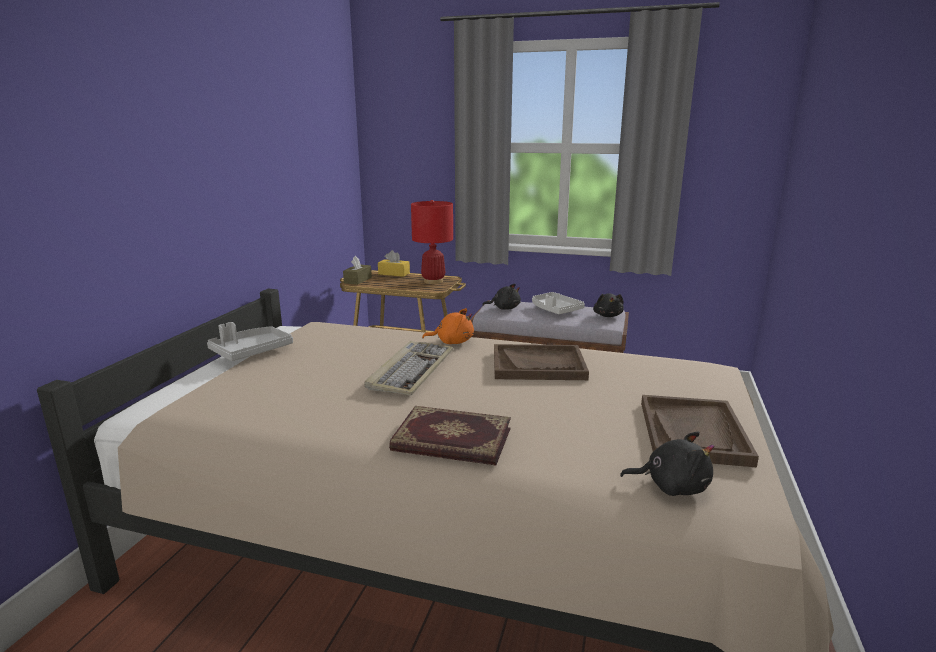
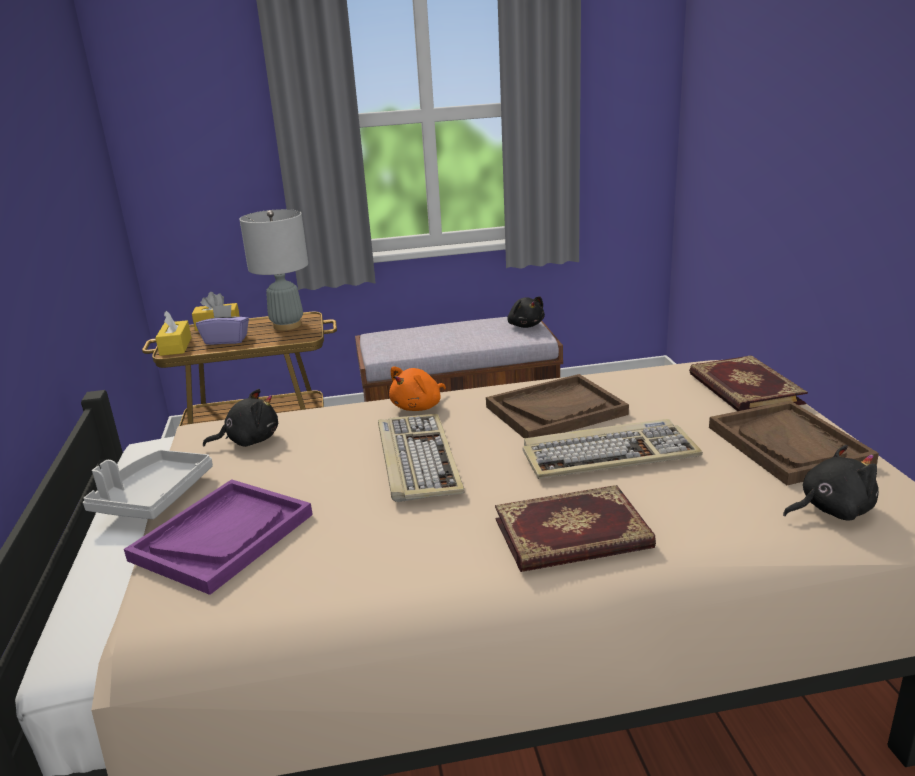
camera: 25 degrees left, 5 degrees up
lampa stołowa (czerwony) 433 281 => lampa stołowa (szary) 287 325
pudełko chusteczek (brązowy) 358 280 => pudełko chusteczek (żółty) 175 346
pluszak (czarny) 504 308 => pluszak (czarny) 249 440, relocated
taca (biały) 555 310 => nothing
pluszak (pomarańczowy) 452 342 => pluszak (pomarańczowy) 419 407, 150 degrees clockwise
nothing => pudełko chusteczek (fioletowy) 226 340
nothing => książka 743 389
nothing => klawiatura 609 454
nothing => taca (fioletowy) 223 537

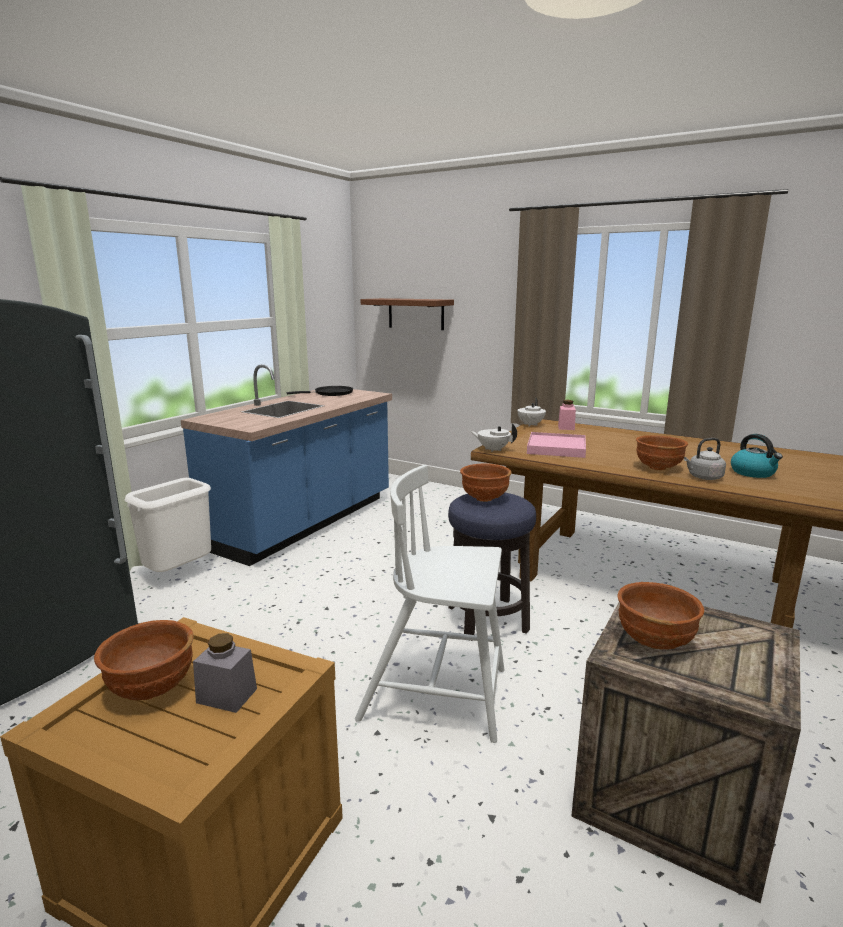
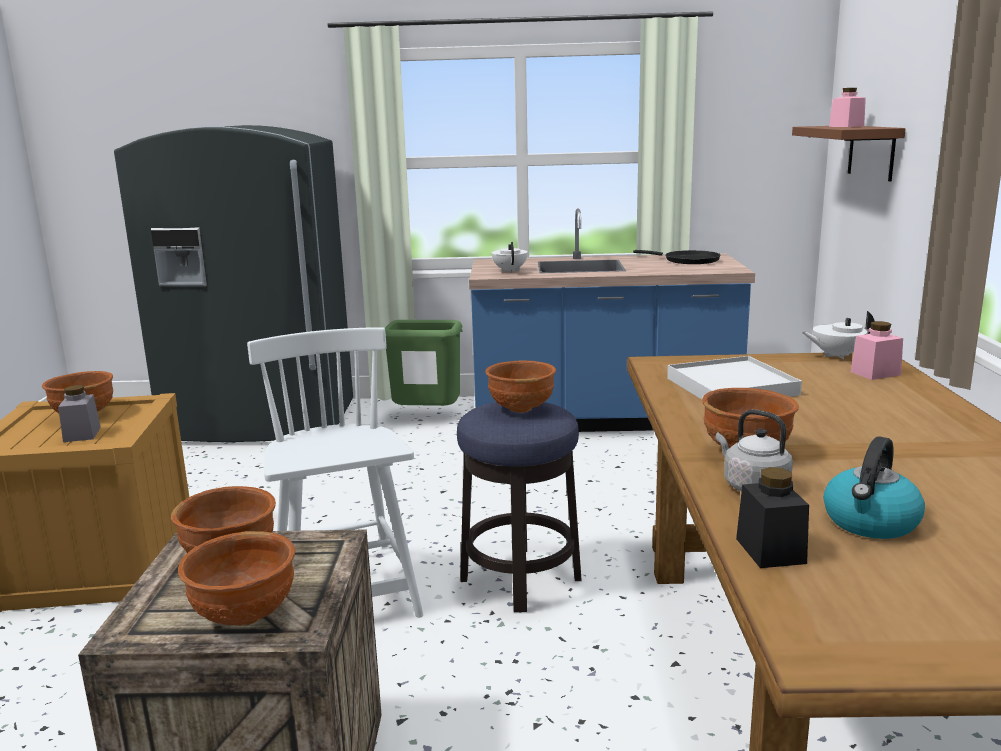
camera: 60 degrees right, 0 degrees up
imbryk (biały) 493 449 => imbryk (biały) 510 271, relocated
taca (różowy) 556 448 => taca (biały) 731 386
kosz na śmieci (biały) 179 575 => kosz na śmieci (zielony) 426 418
nothing => słoik (różowy) 846 126
nothing => słoik (czarny) 770 551
nothing => miska (brązowy) 243 616

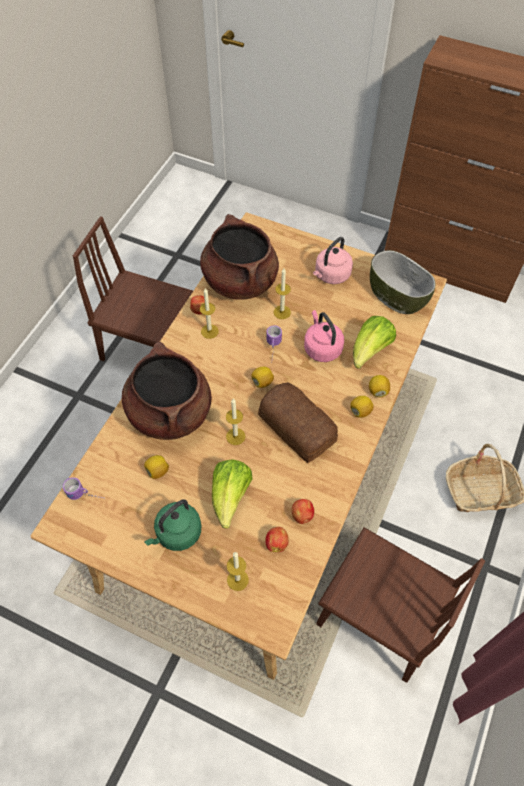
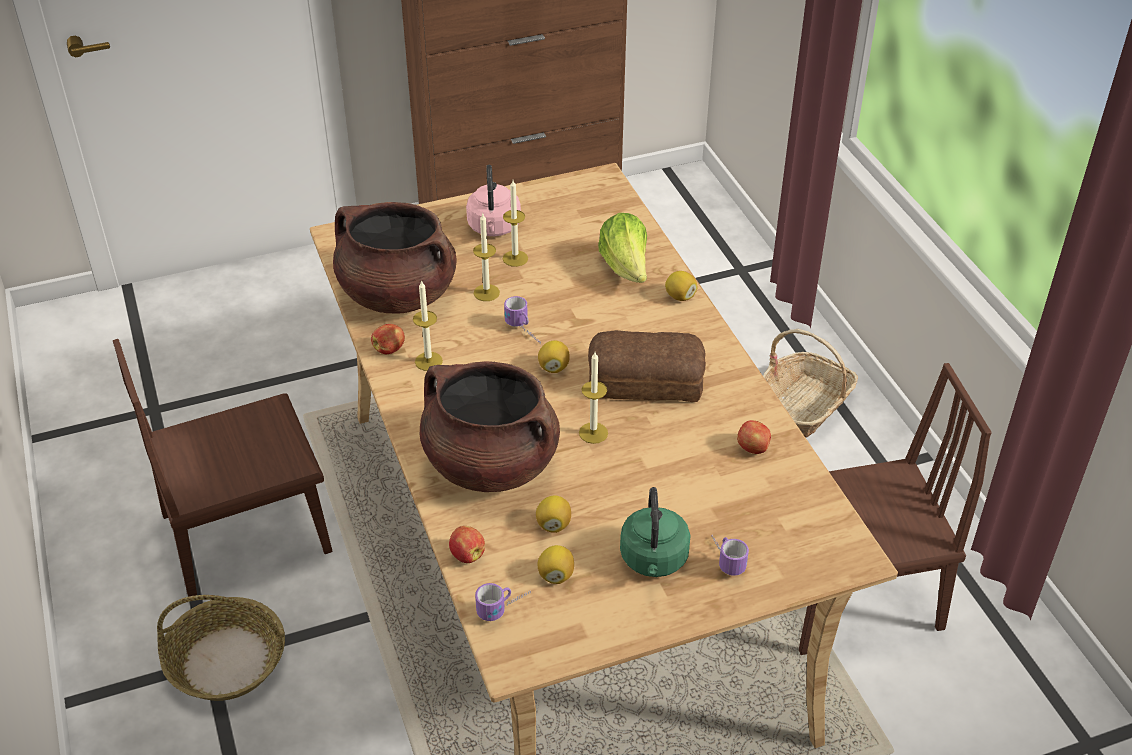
camera: 45 degrees left, 15 degrees down
miska 397 295 => nothing
czajnik (różowy) 321 347 => nothing
cytryna 360 411 => cytryna 556 575, relocated
sałata 230 497 => nothing
jabłko 276 543 => jabłko 467 554, relocated
świeca 237 580 => świeca 515 258, relocated
nothing => kubek 725 558
nothing => koszyk 227 661

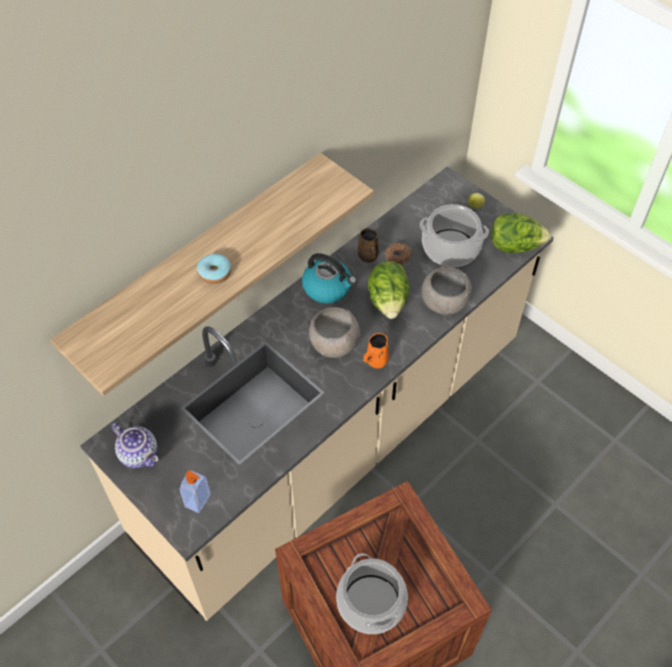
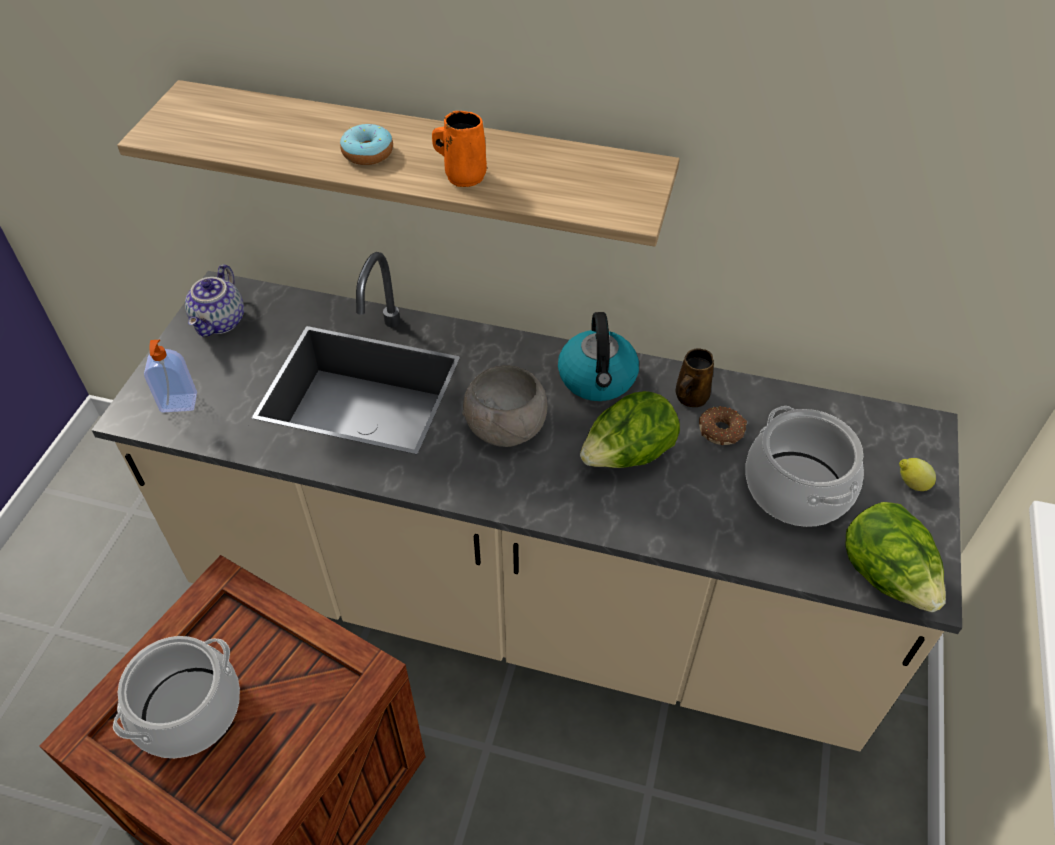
camera: 60 degrees right, 5 degrees down
miska (szary) 443 303 => nothing
kubek (pomarańczowy) 375 361 => kubek (pomarańczowy) 463 176, relocated

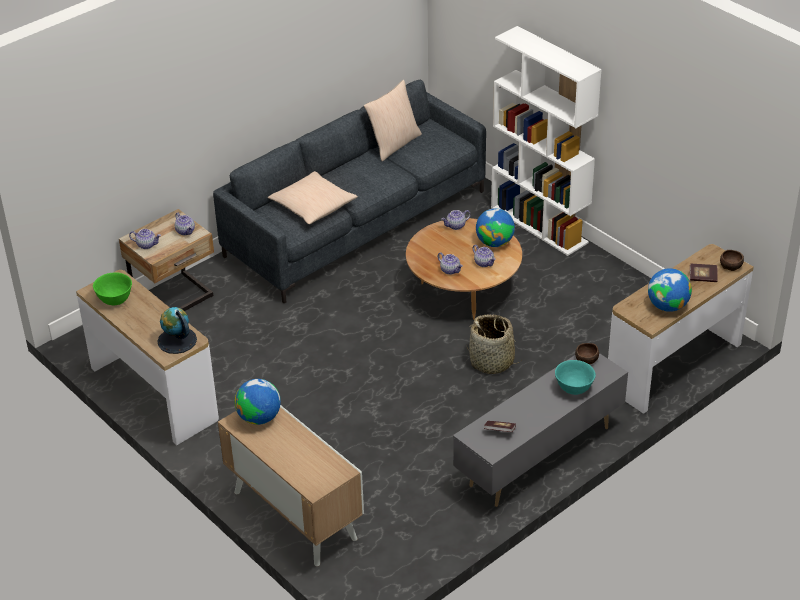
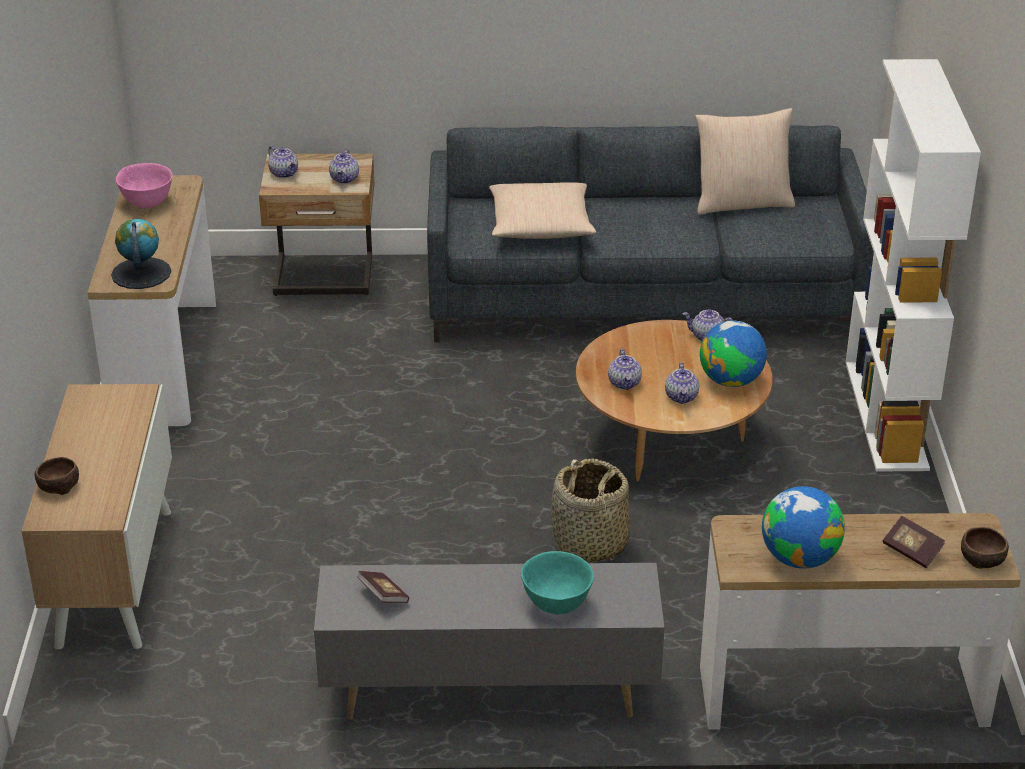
camera: 40 degrees right, 5 degrees down
miska (zielony) 114 300 => miska (różowy) 146 202
miska (brązowy) 586 360 => miska (brązowy) 58 486, relocated
globus 259 418 => nothing

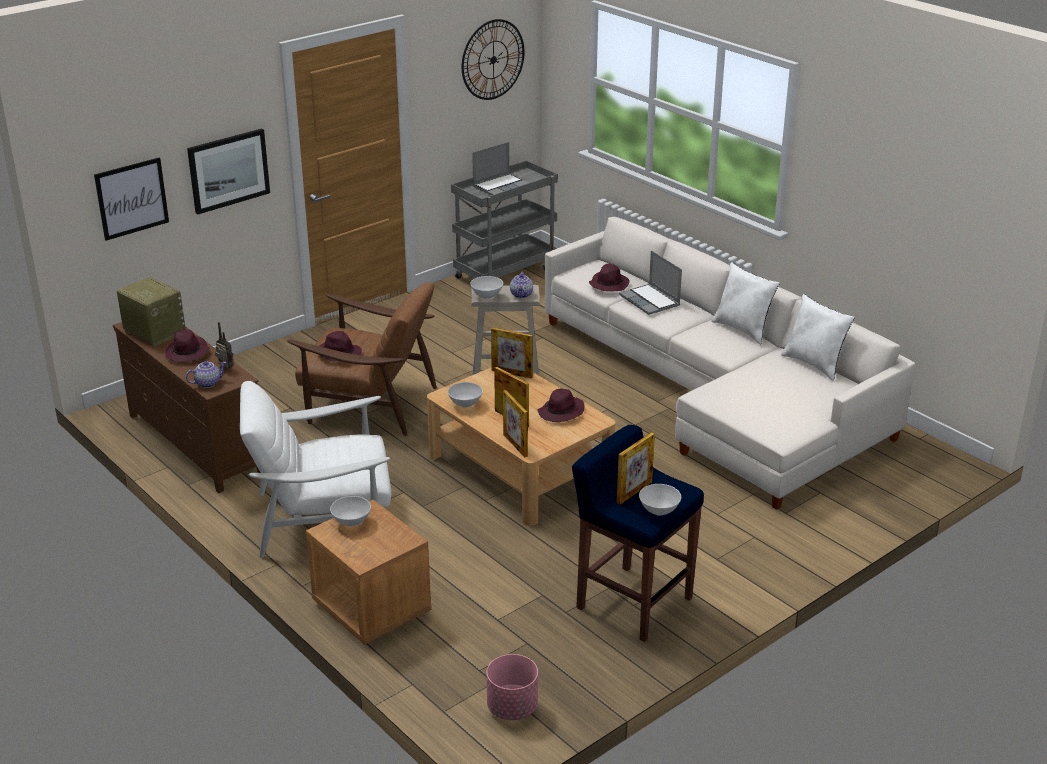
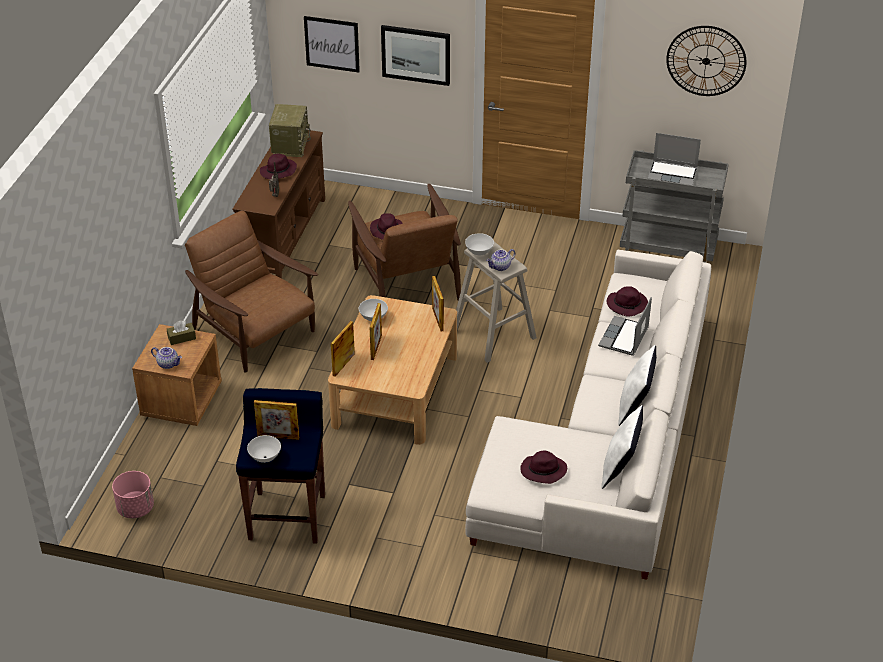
camera: 55 degrees right, 10 degrees up
imbryk 208 383 => imbryk 168 364, relocated
fotel (biały) 323 519 => fotel (brązowy) 255 333
kapelusz (fioletowy) 561 412 => kapelusz (fioletowy) 542 471, relocated
miska (biały) 351 523 => pudełko chusteczek (brązowy) 181 338

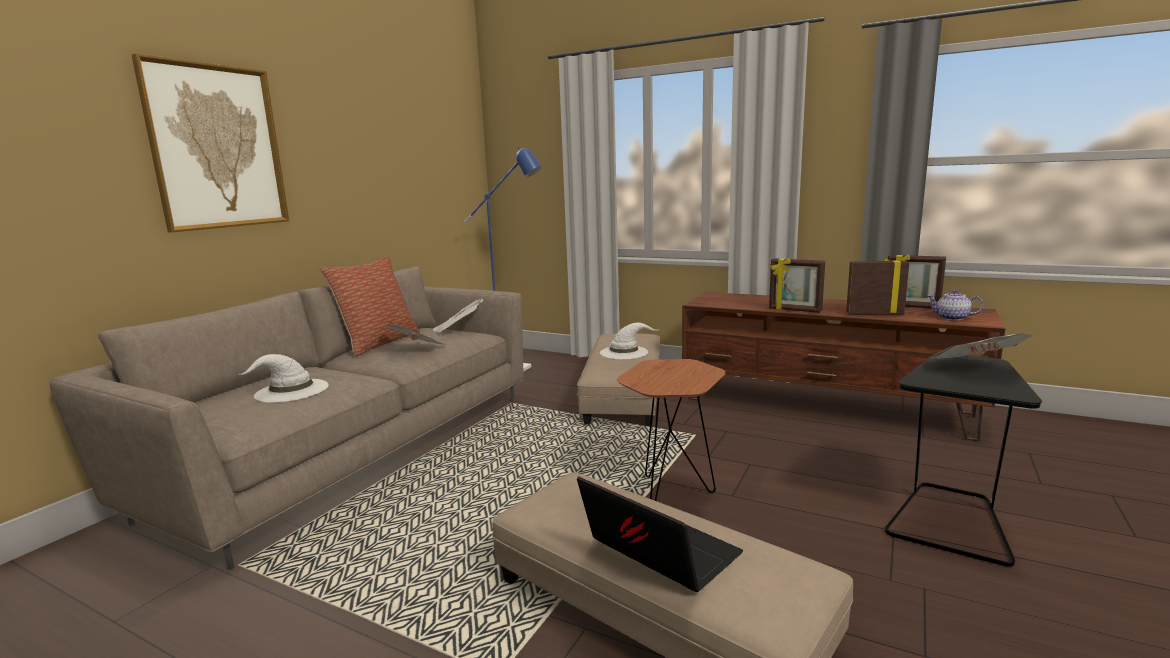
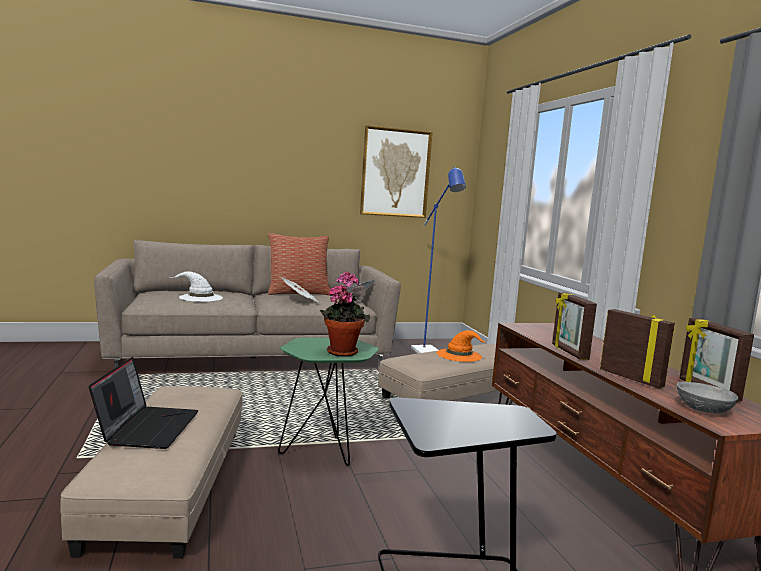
camera: 45 degrees right, 5 degrees down
obraz 217 147 => obraz 395 173, relocated
imbryk 952 318 => miska (szary) 703 409
kapelusz (biały) 624 352 => kapelusz (pomarańczowy) 459 355
gazeta 975 369 => nothing
stolik (brązowy) 671 494 => stolik (zielony) 324 452
nothing => roślina doniczkowa 342 351

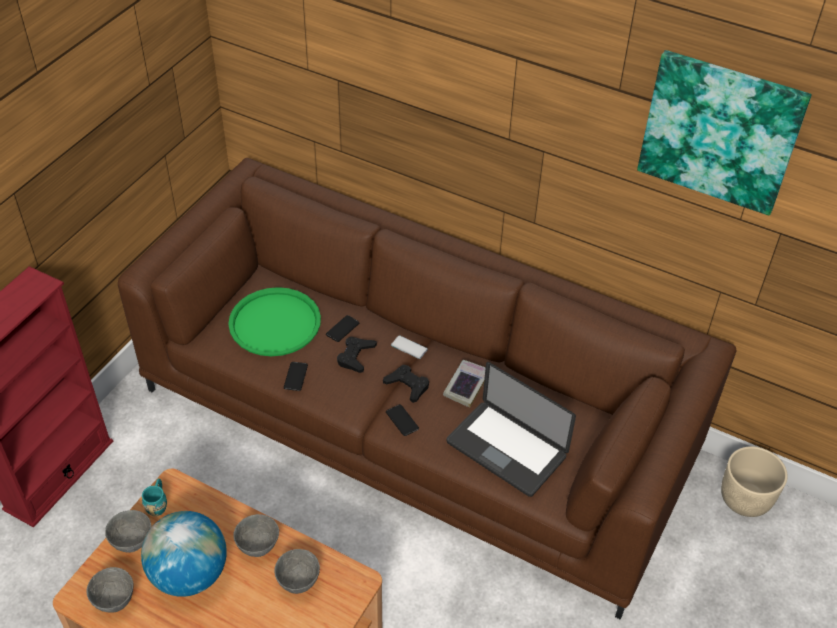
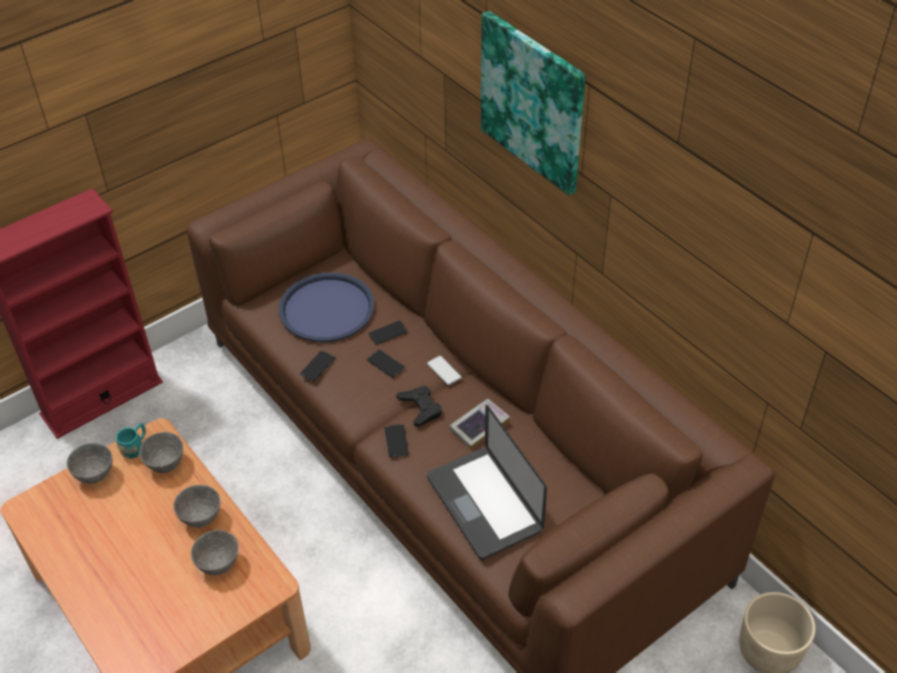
camera: 25 degrees right, 0 degrees up
obraz 720 131 => obraz 533 101, relocated
taca (zielony) 275 323 => taca (niebieski) 326 308
pad do gier (czarny) 355 356 => telefon 385 364
globus 189 574 => nothing
miska (szary) 114 602 => miska (szary) 165 465, relocated

